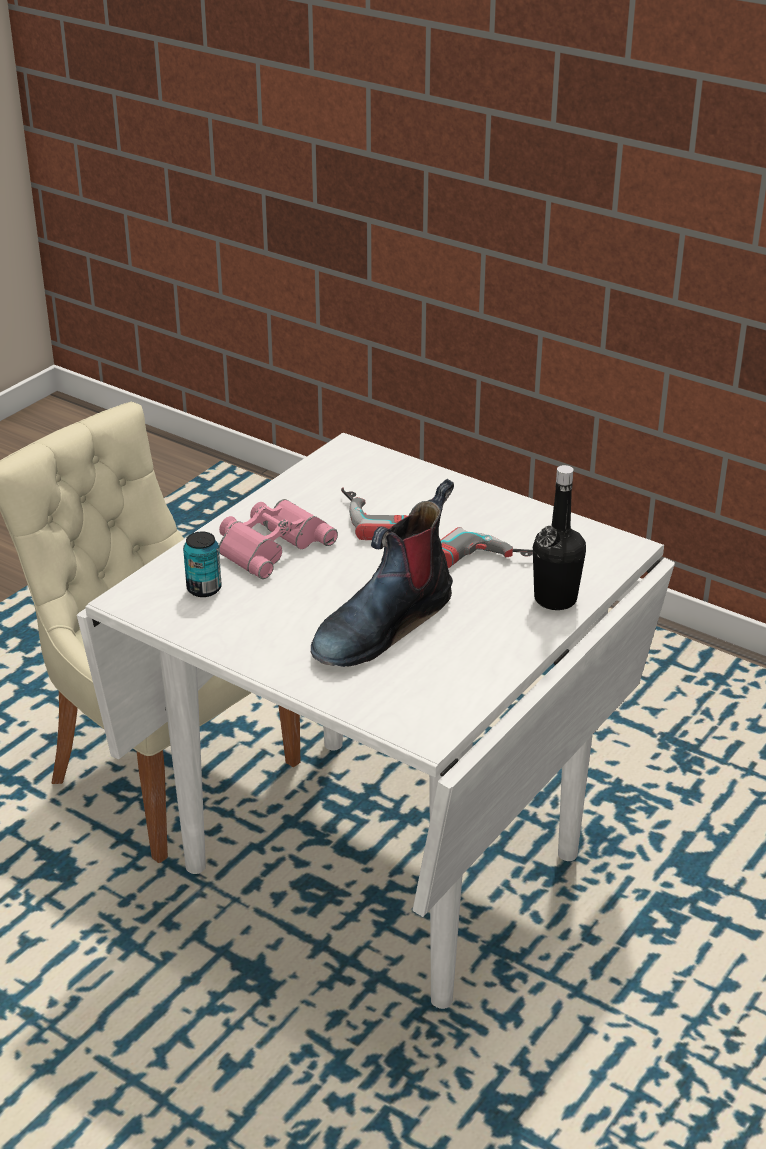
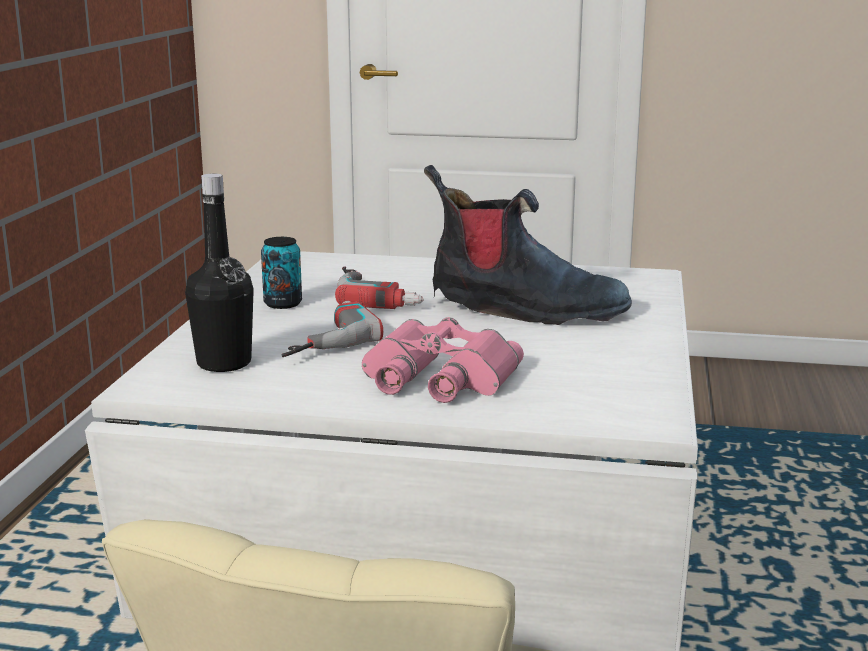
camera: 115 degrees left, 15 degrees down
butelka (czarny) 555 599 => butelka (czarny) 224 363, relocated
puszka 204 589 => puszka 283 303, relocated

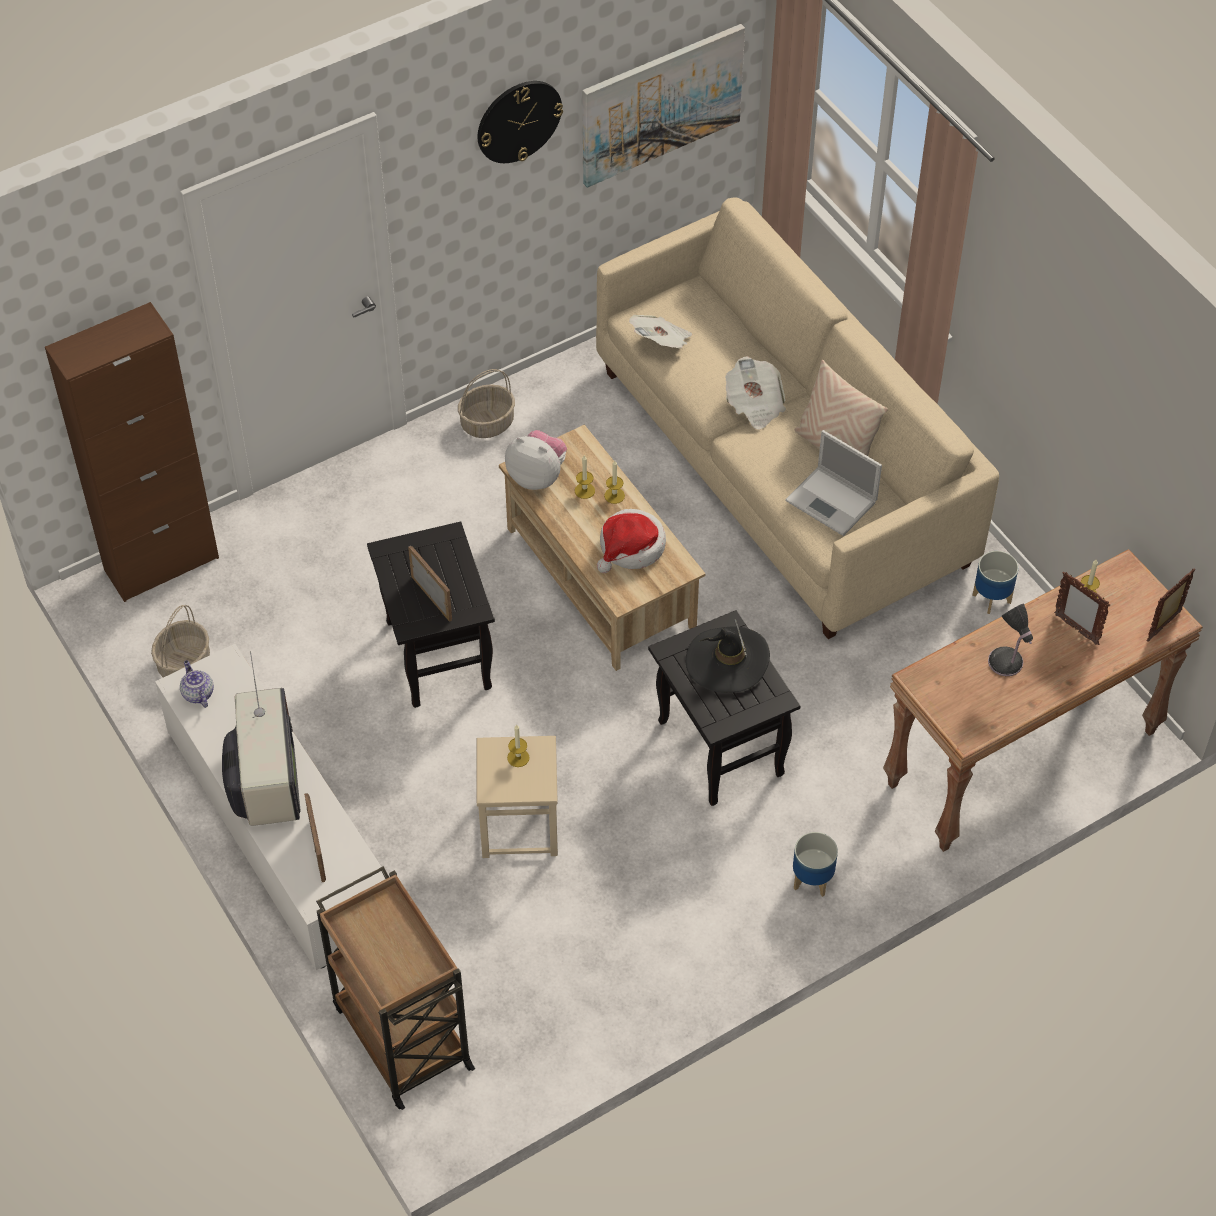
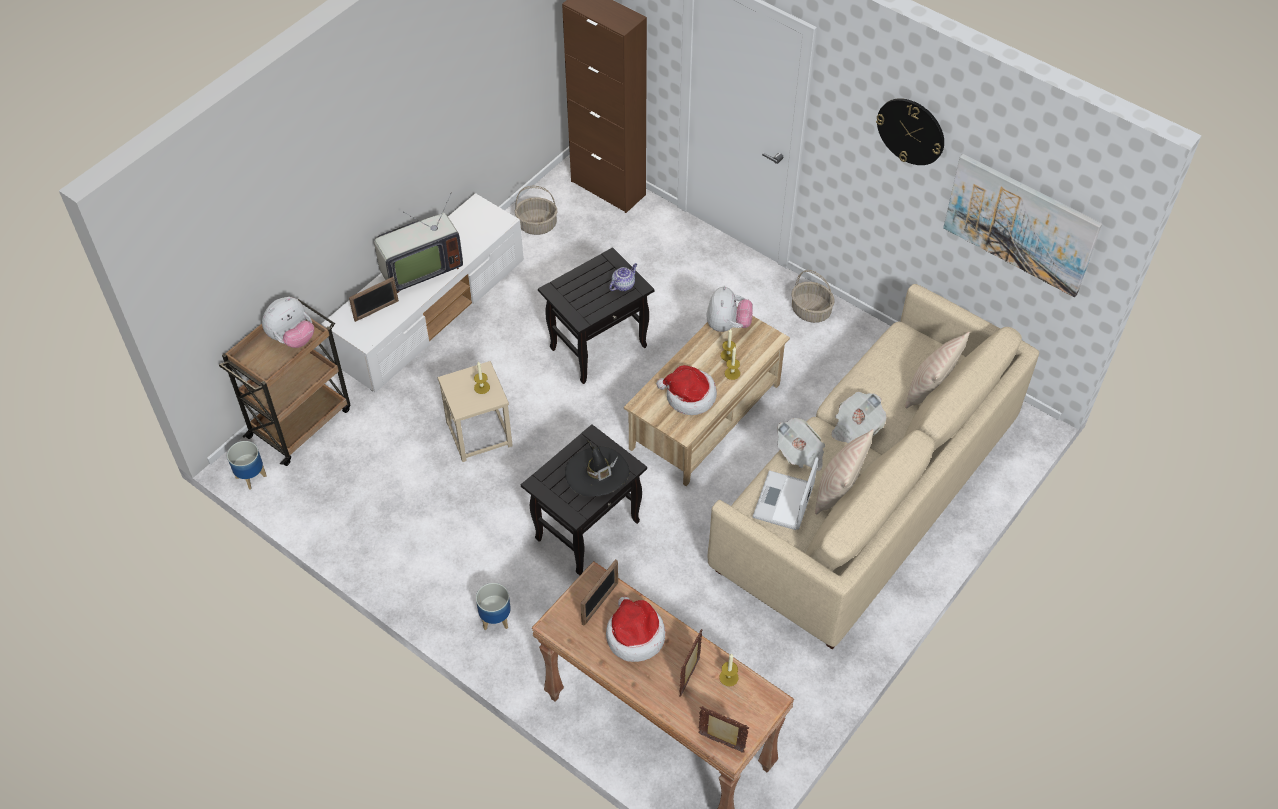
camera: 70 degrees right, 0 degrees up
gazeta 661 342 => gazeta 800 453, relocated
ramka na zdjęcie 431 598 => ramka na zdjęcie 600 603, relocated
donica 991 599 => donica 250 476, relocated
lampa stołowa 1006 664 => kapelusz 634 635
imbryk 197 693 => imbryk 623 285, relocated
nothing => pluszak 292 338
nothing => poduszka (beżowy) 929 389

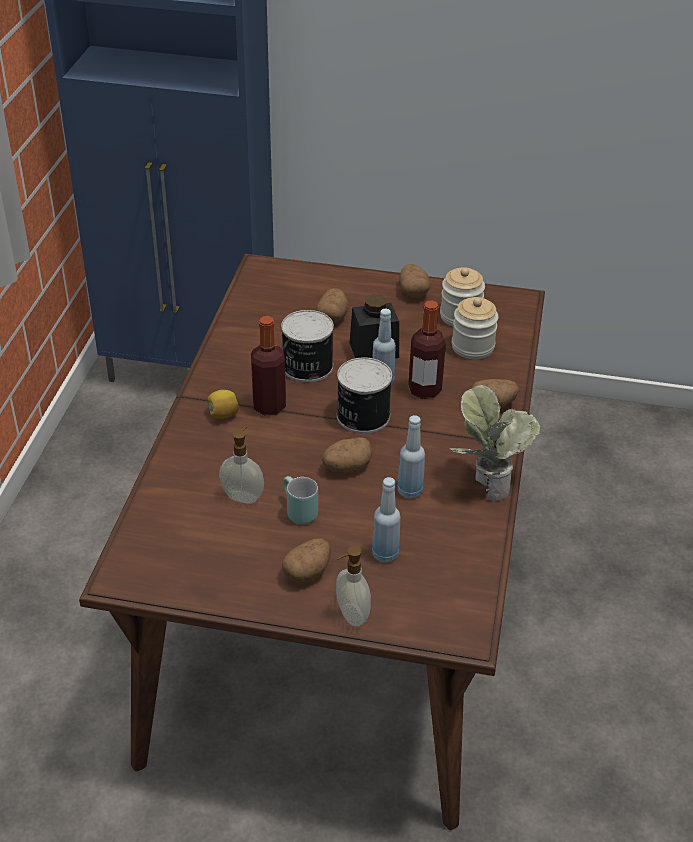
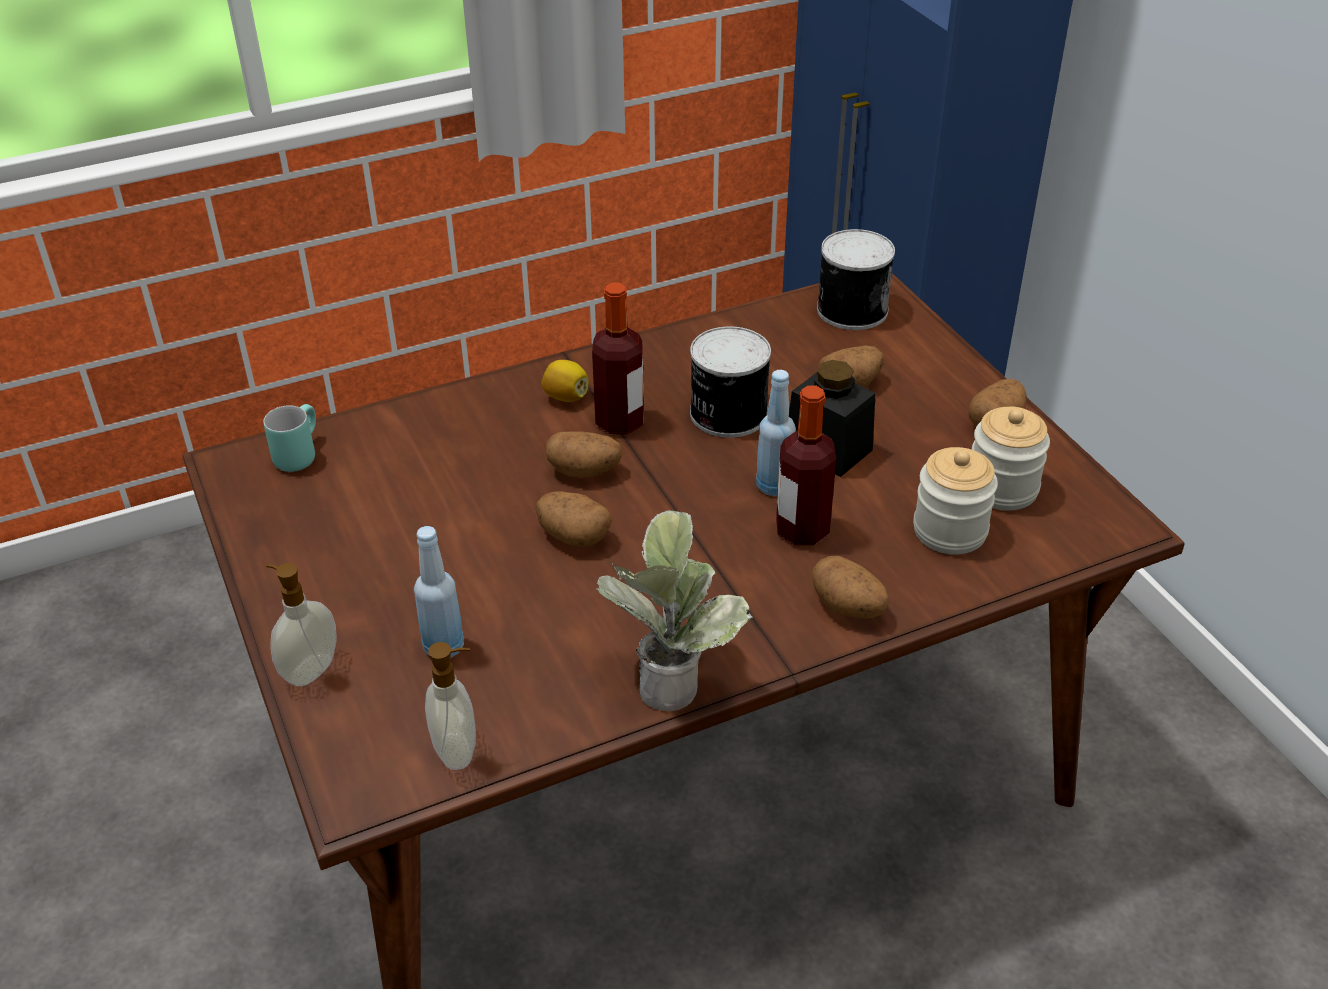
camera: 55 degrees right, 0 degrees up
puszka 361 416 => puszka 850 309, relocated
butelka (niebieski) 410 491 => nothing
dozownik mydła 243 496 => dozownik mydła 458 750, relocated
kubek (turkusowy) 296 511 => kubek (turkusowy) 297 454, relocated
ziemniak 307 572 => ziemniak 585 471, relocated

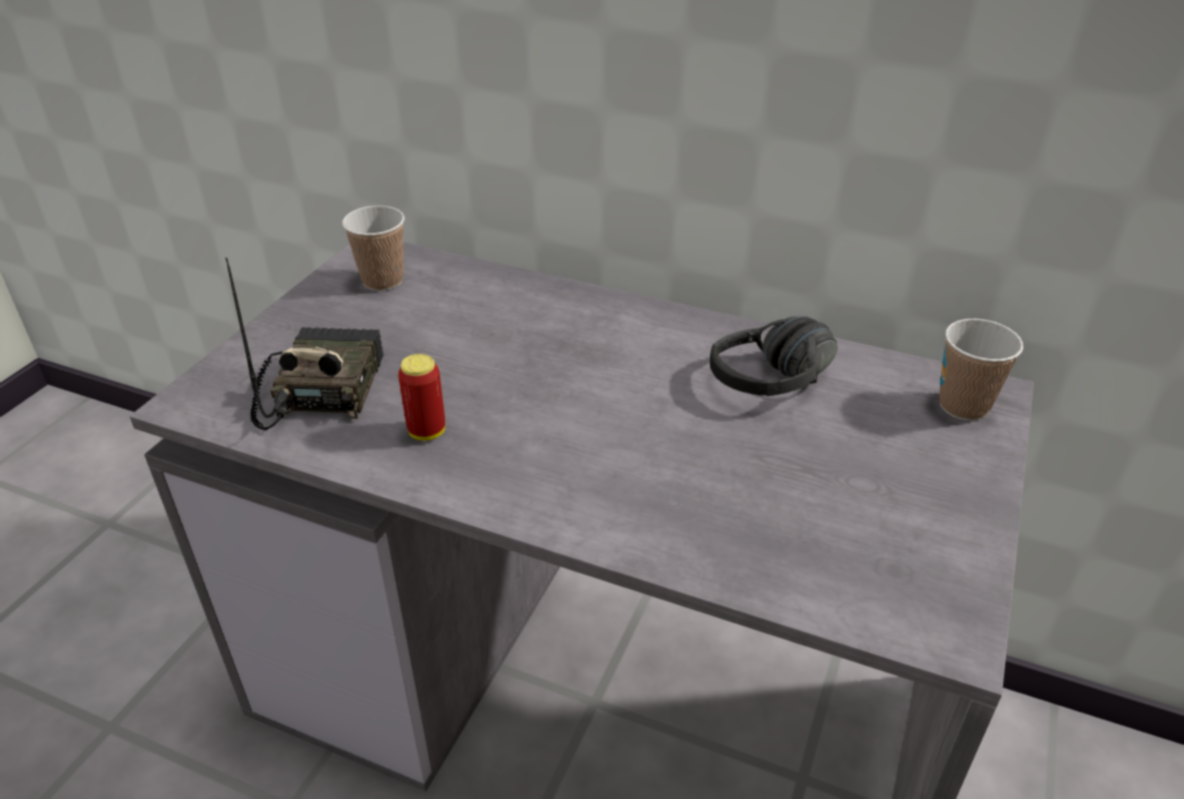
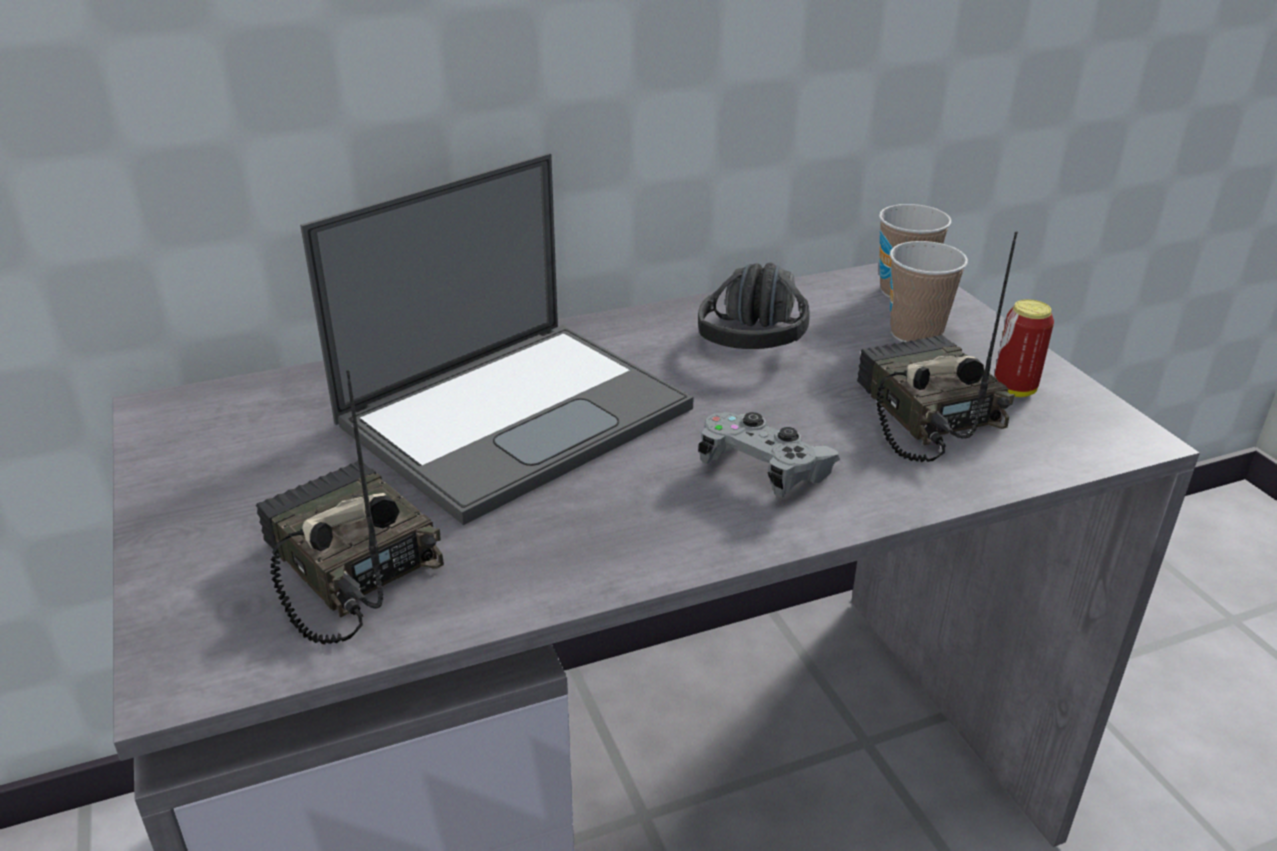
camera: 45 degrees left, 5 degrees down
filiżanka 383 281 => filiżanka 915 334, relocated
puszka 426 431 => puszka 1014 390, relocated
nothing => laptop 517 413
nothing => radio 922 412
nothing => pad do gier (szary) 764 470

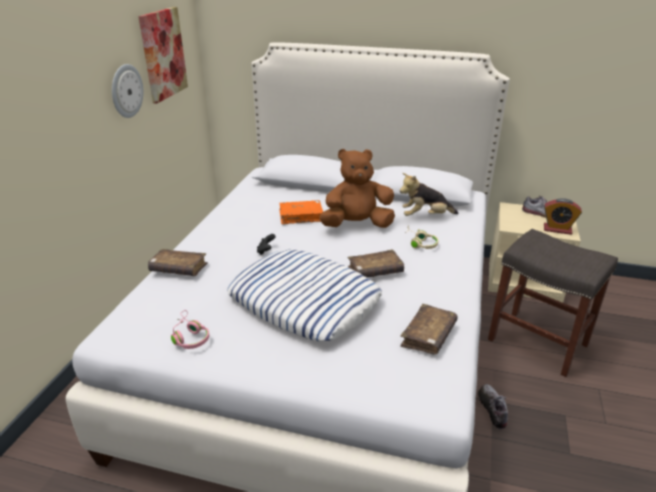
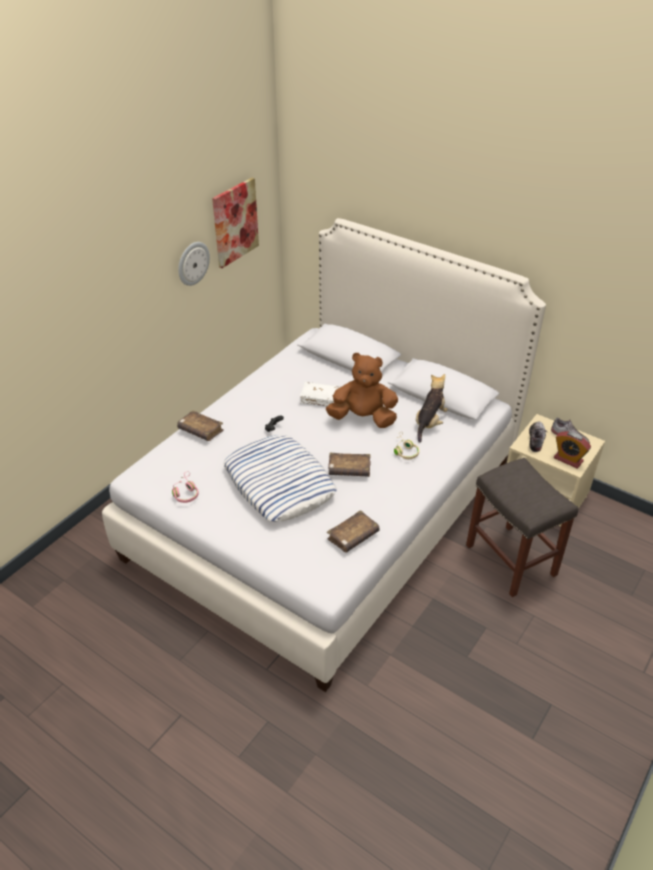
camera: 20 degrees right, 10 degrees up
pluszak 425 216 => pluszak 429 423, 105 degrees clockwise
książka (pomarańczowy) 301 217 => książka (biały) 320 398
but 492 409 => but 536 439, relocated

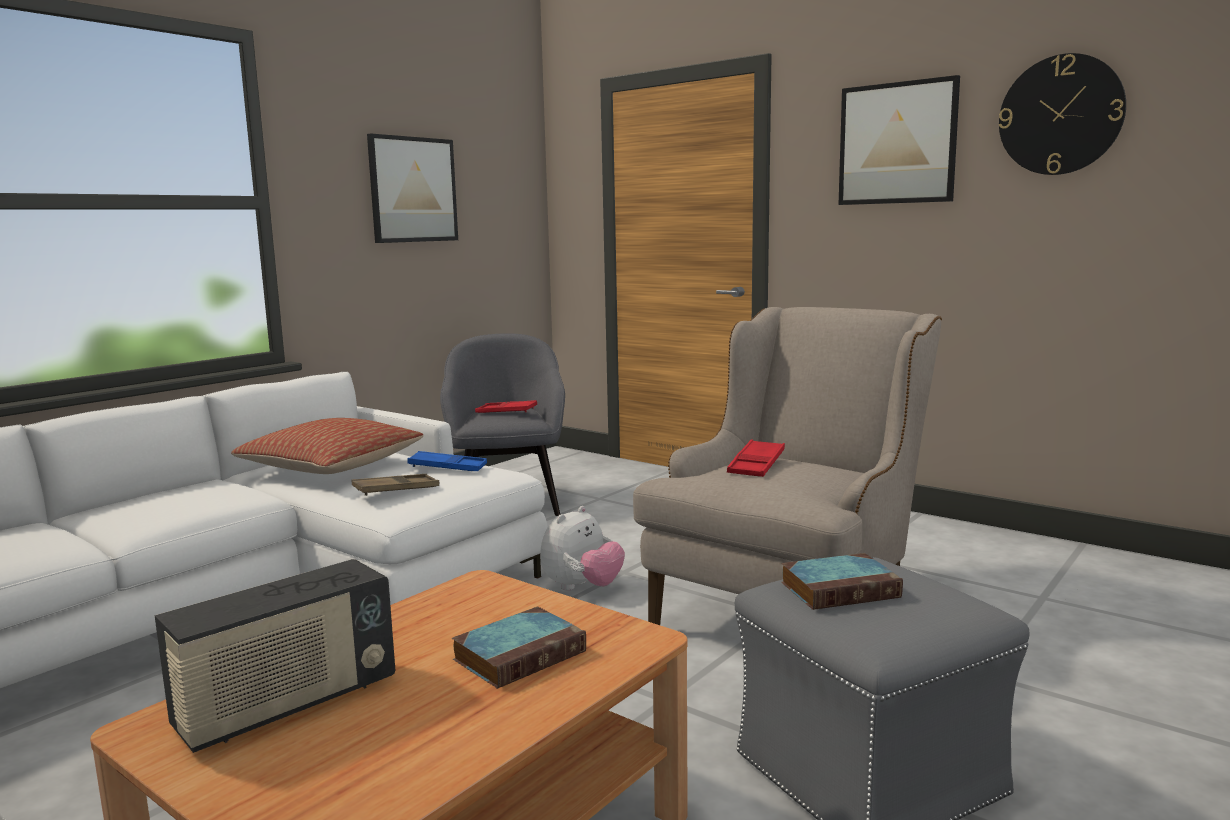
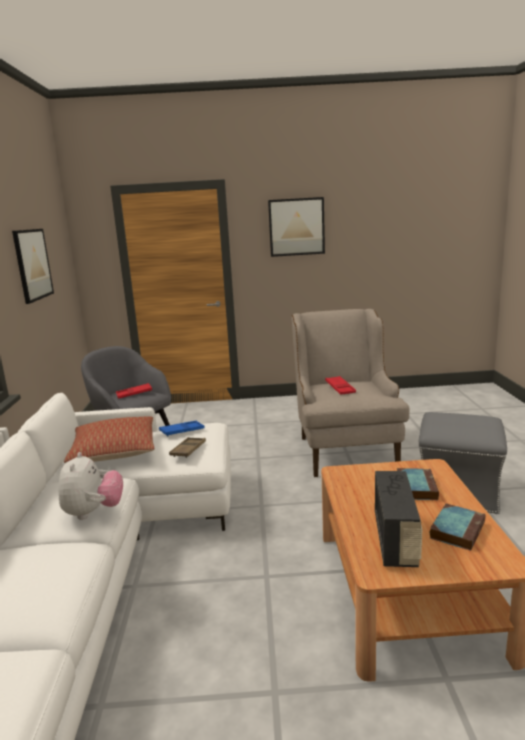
camera: 40 degrees left, 5 degrees up
zegar ścienny 1060 115 => nothing
pluszak 582 587 => pluszak 93 512, relocated
książka 841 589 => książka 457 530, relocated

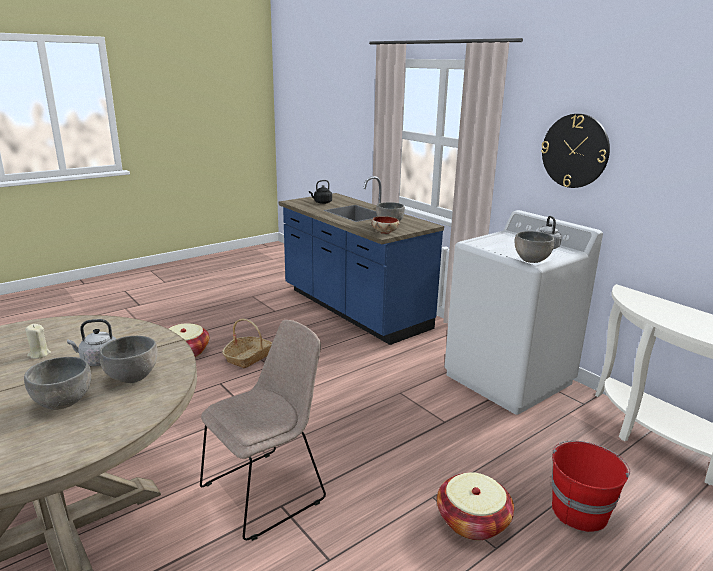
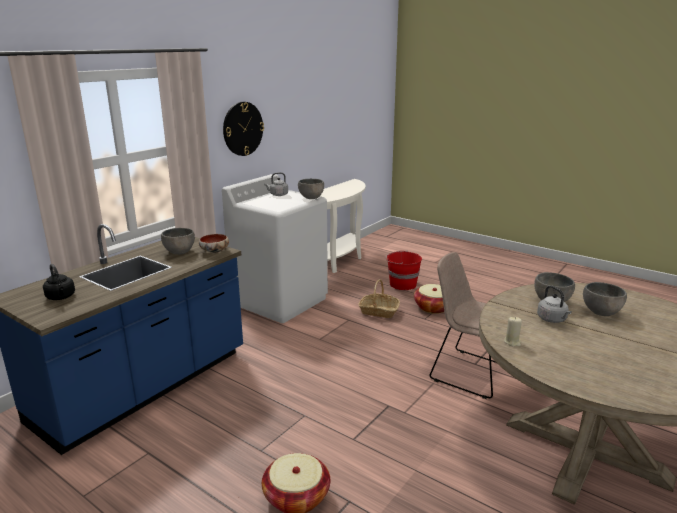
camera: 105 degrees left, 0 degrees up
koszyk 248 357 => koszyk 378 311, relocated
świeca (beżowy) 39 354 => świeca (beżowy) 512 342, relocated

